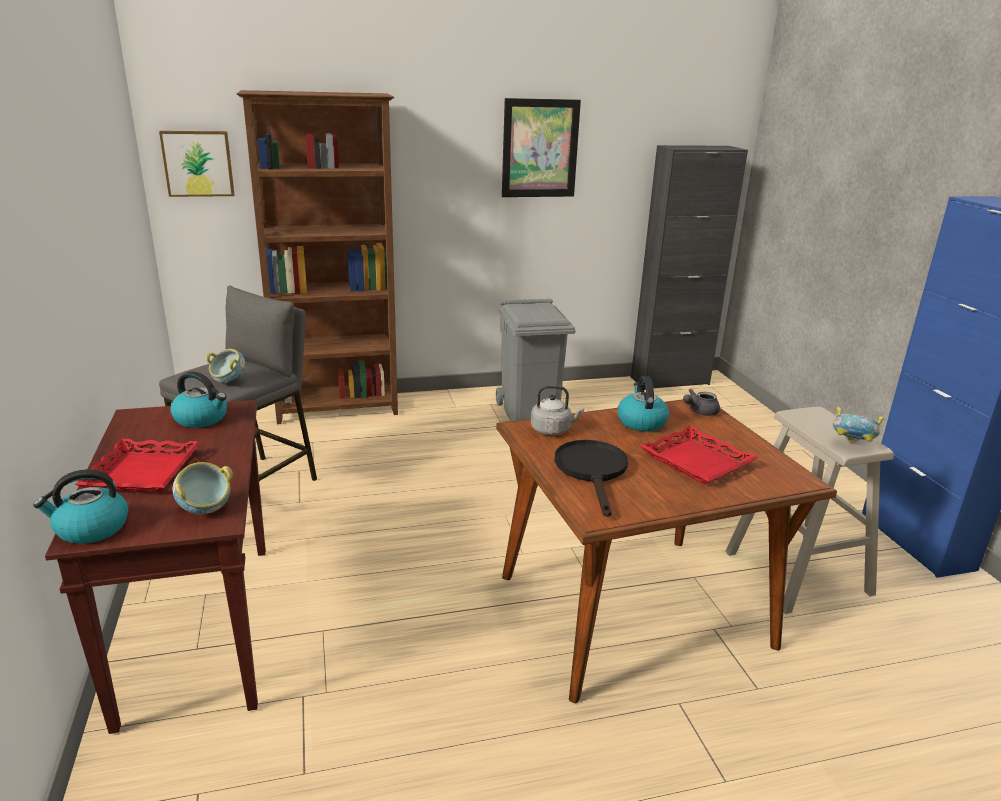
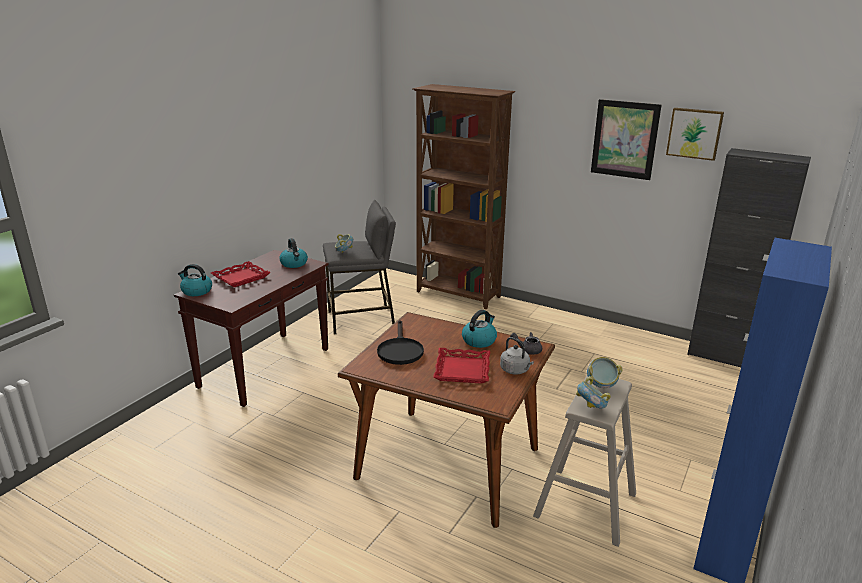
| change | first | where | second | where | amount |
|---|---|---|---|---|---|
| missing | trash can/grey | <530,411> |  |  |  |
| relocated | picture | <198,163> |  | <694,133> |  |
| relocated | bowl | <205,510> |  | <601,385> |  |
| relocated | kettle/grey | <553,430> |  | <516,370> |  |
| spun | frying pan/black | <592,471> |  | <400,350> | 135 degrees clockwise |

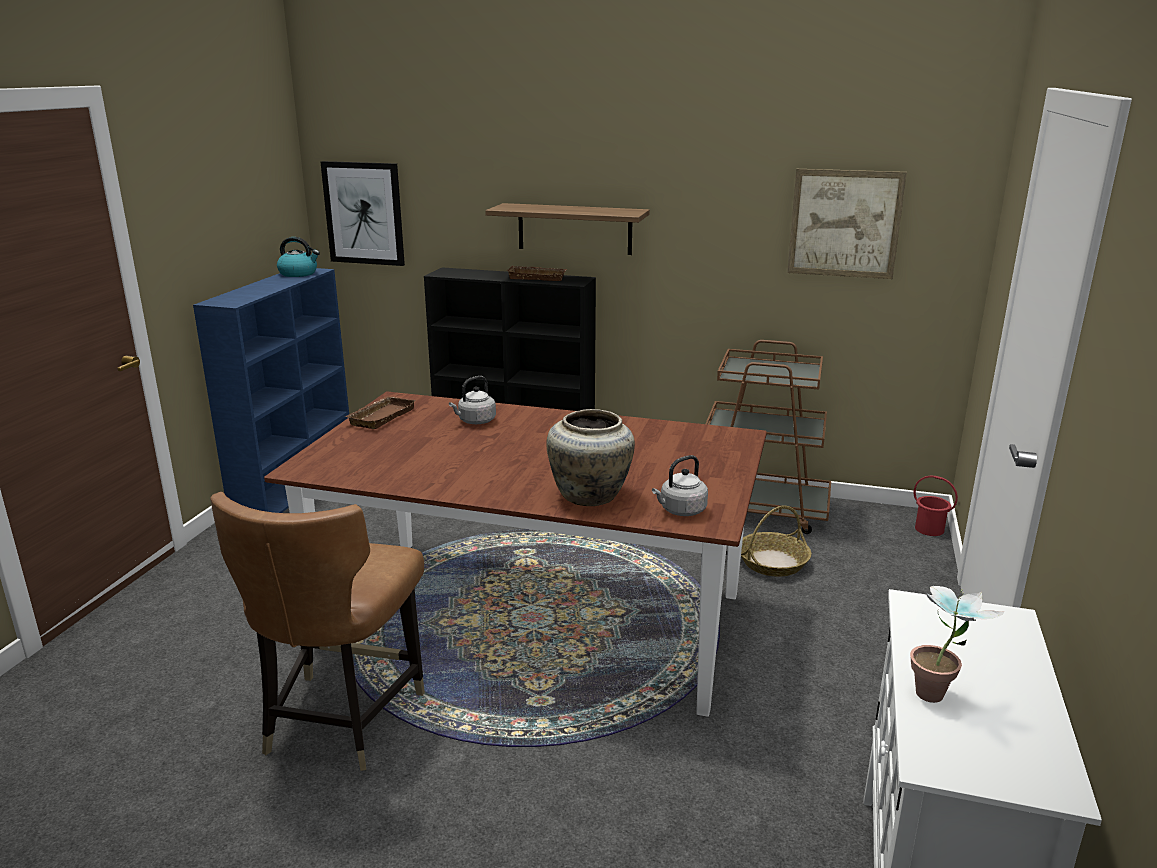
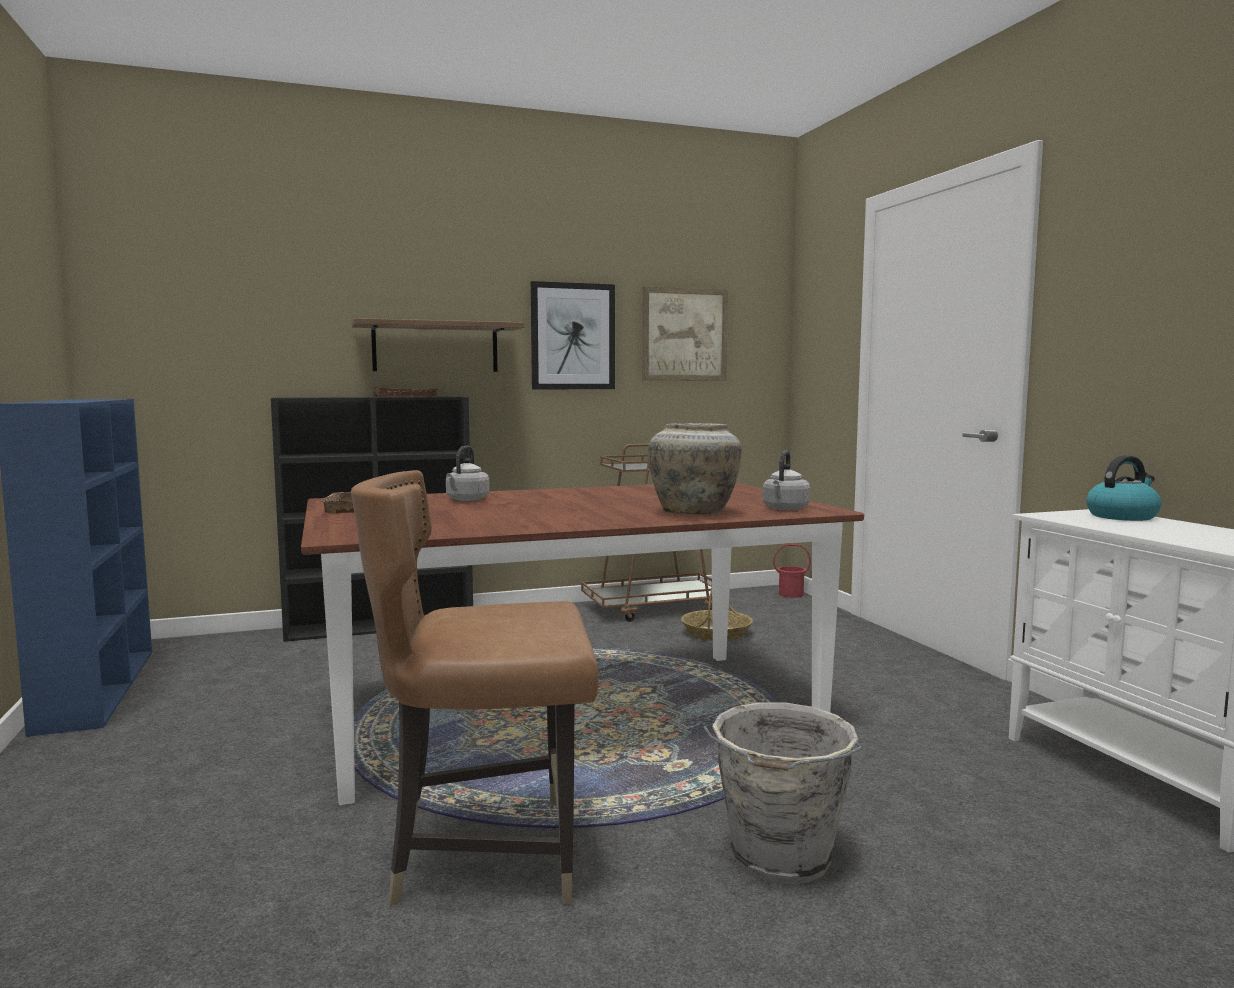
| change | first | where | second | where | amount |
|---|---|---|---|---|---|
| missing | potted plant | <940,694> |  |  |  |
| appeared |  |  | bucket/grey | <779,859> |  |
| relocated | kettle | <299,273> |  | <1122,516> |  |
| relocated | picture | <364,213> |  | <572,336> |  |
| spun | chair/brown | <341,720> |  | <485,853> | 105 degrees clockwise |

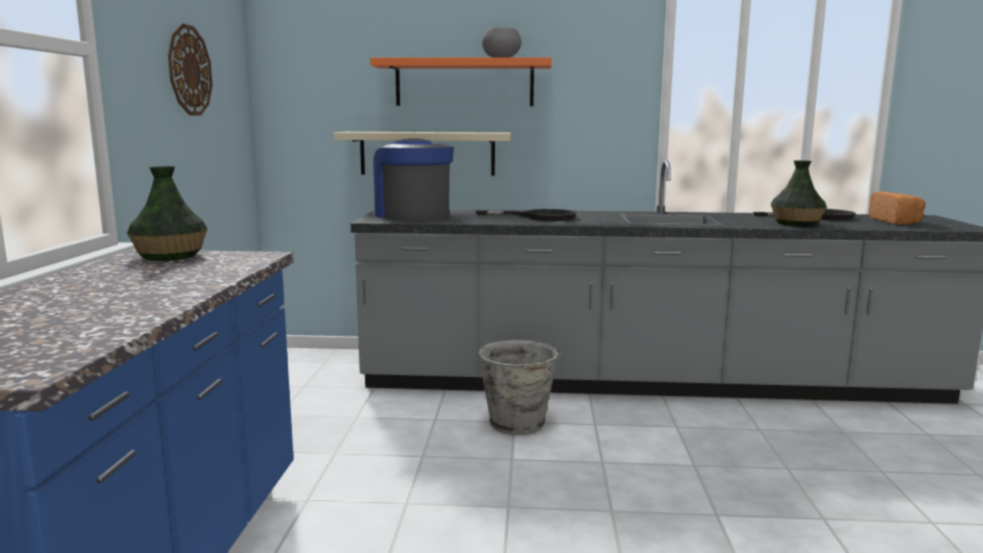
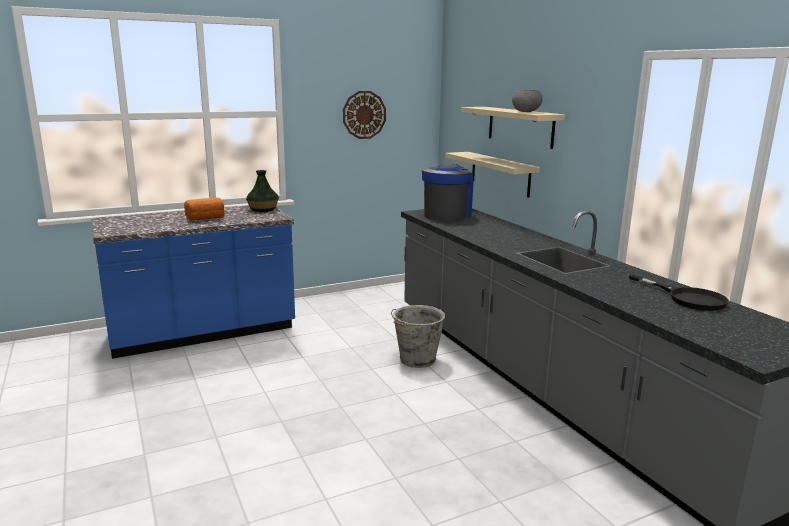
| change | first | where | second | where | amount |
|---|---|---|---|---|---|
| missing | frying pan/black | <540,217> |  |  |  |
| missing | vase | <795,224> |  |  |  |
| relocated | bread | <896,221> |  | <206,219> |  |
| colour | shelf/orange | <464,83> | shelf/beige | <520,126> |  |

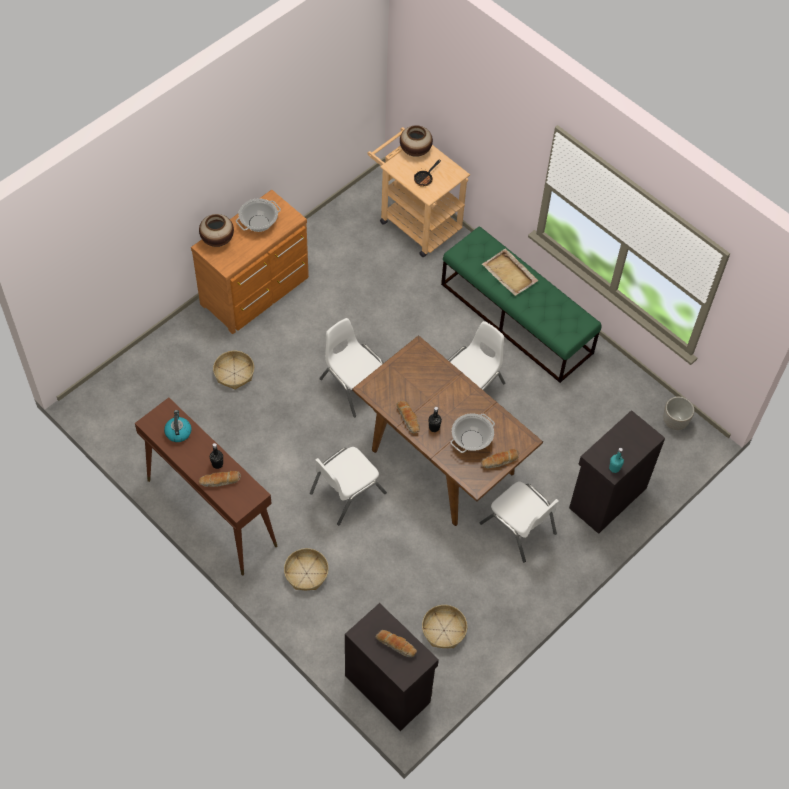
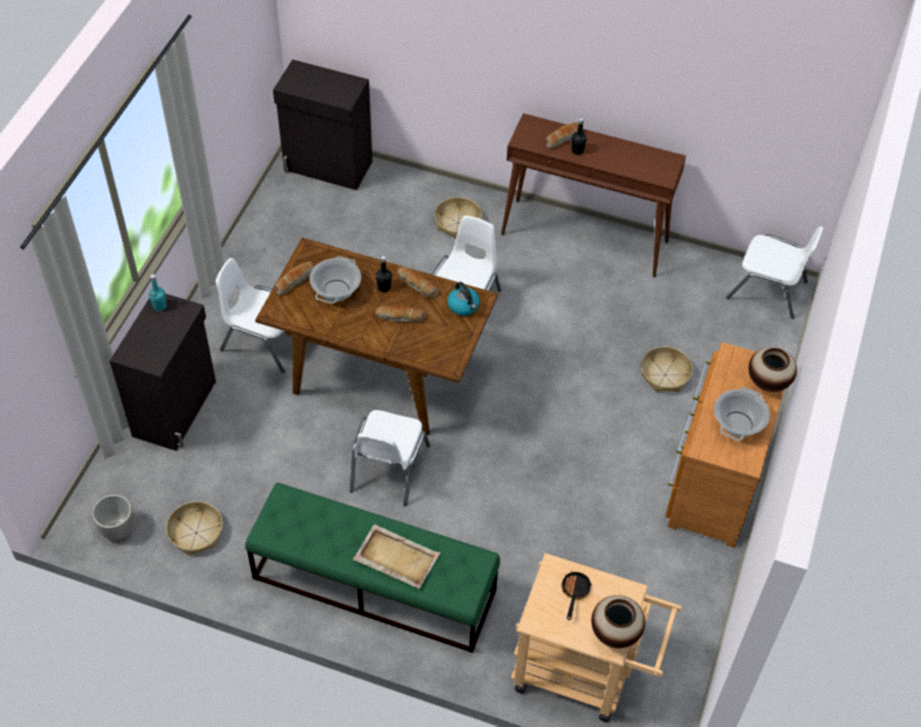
| change | first | where | second | where | amount |
|---|---|---|---|---|---|
| relocated | kettle | <178,432> |  | <464,306> |  |
| relocated | chair/white | <354,385> |  | <767,290> |  |
| relocated | bread | <396,645> |  | <400,317> |  |
| relocated | basket | <443,630> |  | <196,533> |  |

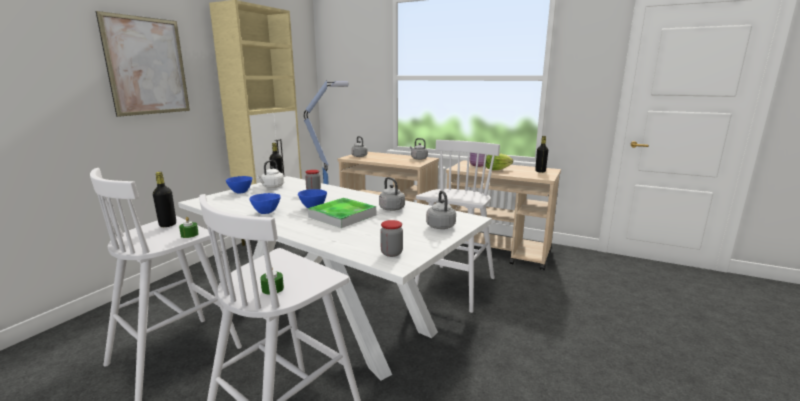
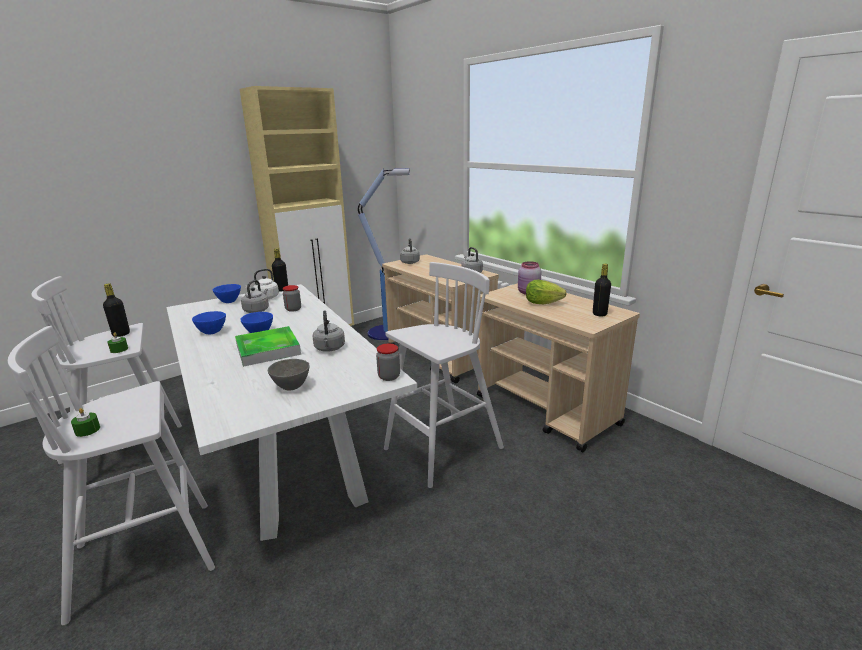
| change | first | where | second | where | amount |
|---|---|---|---|---|---|
| missing | picture | <147,66> |  |  |  |
| appeared |  |  | bowl/grey | <291,387> |  |
| relocated | jar | <391,253> |  | <389,377> |  |
| relocated | kettle/grey | <440,226> |  | <257,310> |  |

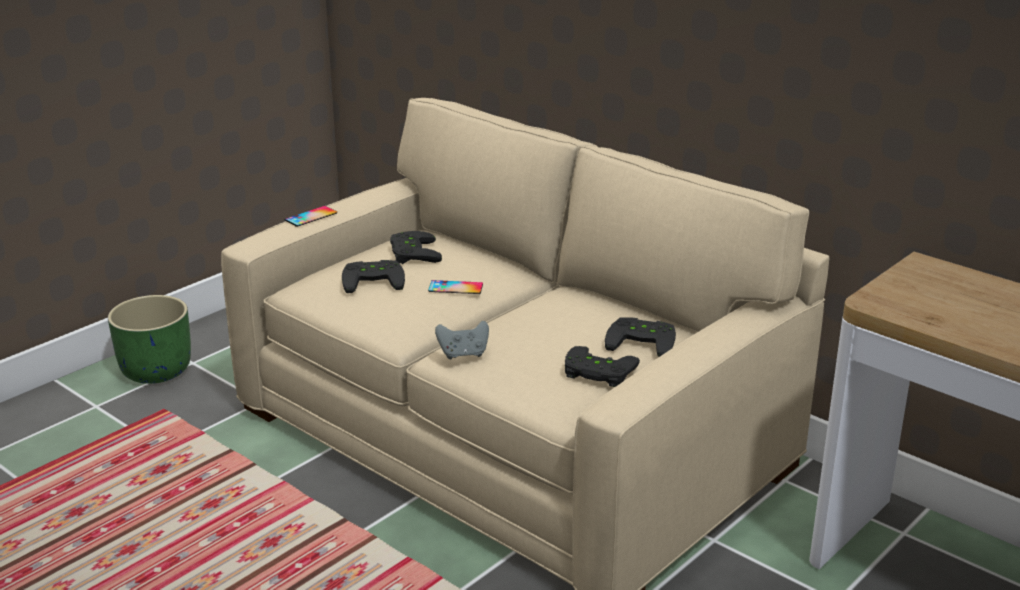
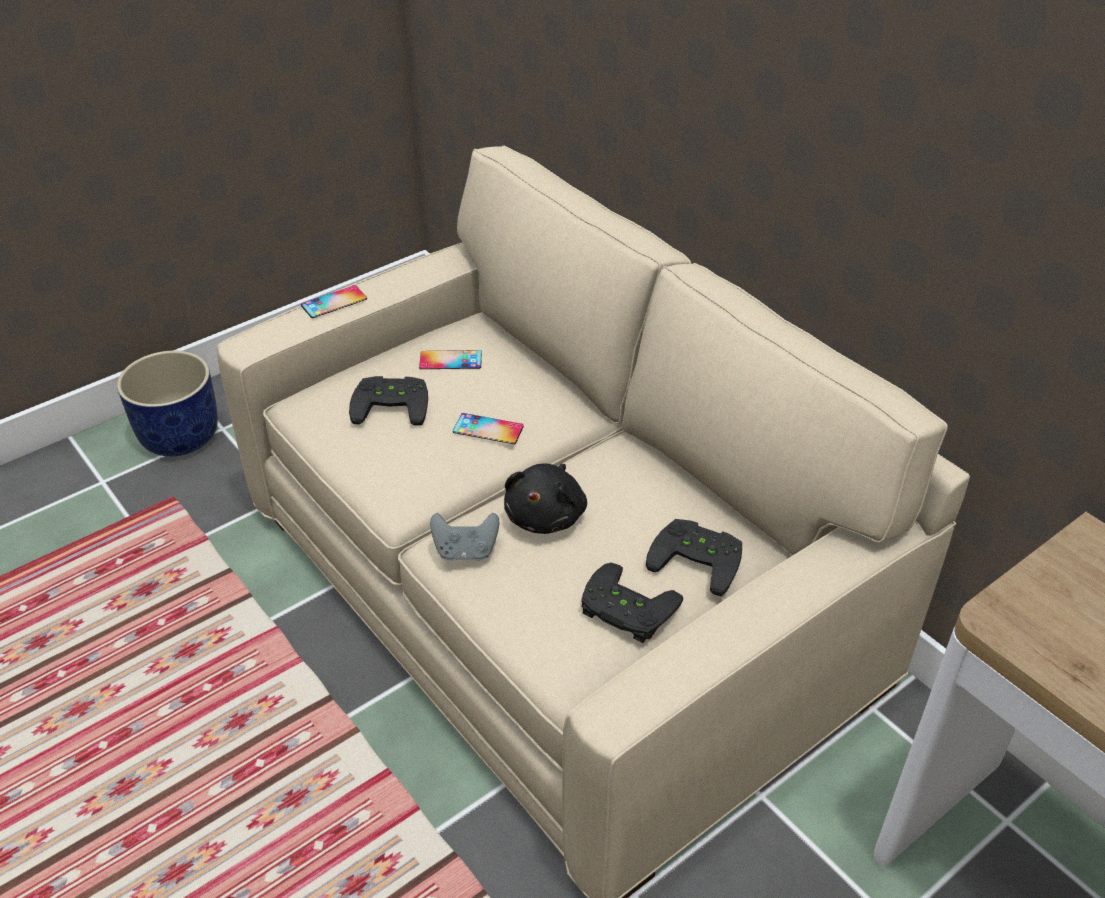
| change | first | where | second | where | amount |
|---|---|---|---|---|---|
| appeared |  |  | plush toy/black | <547,515> |  |
| exchanged | game controller/black | <411,253> | phone | <450,360> |  |
| colour | planter/green | <155,371> | planter/blue | <178,437> |  |

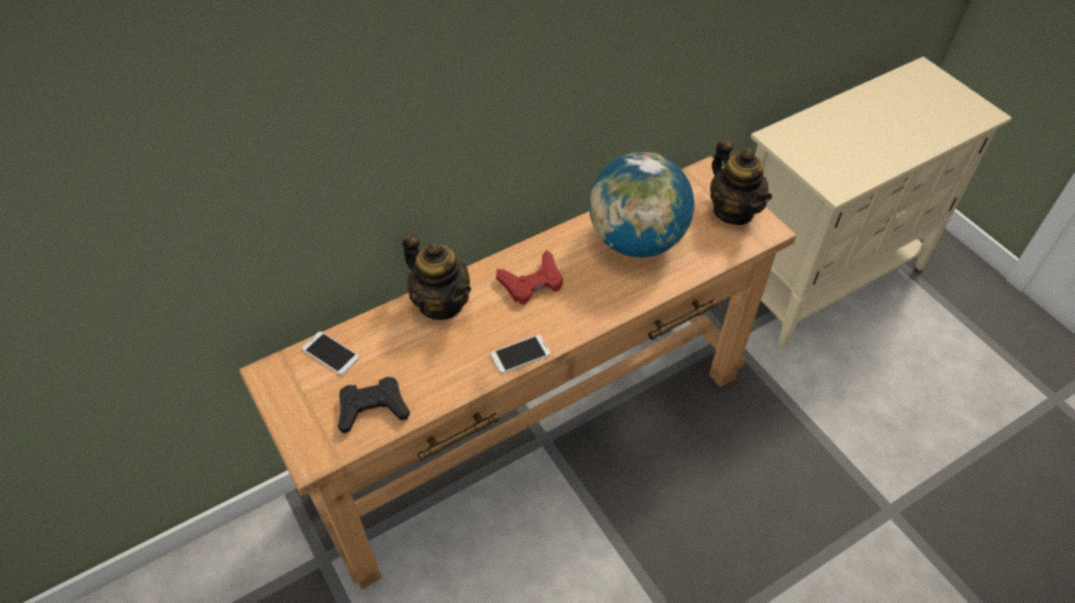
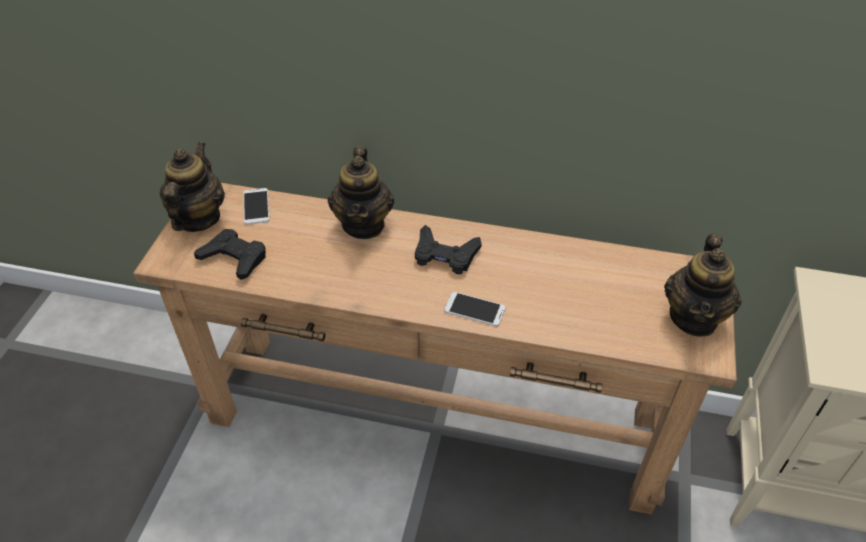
| change | first | where | second | where | amount |
|---|---|---|---|---|---|
| missing | globe | <636,241> |  |  |  |
| appeared |  |  | teapot | <198,219> |  |
| relocated | phone | <520,354> |  | <474,309> |  |
| colour | game controller/red | <532,283> | game controller/black | <445,255> |  |

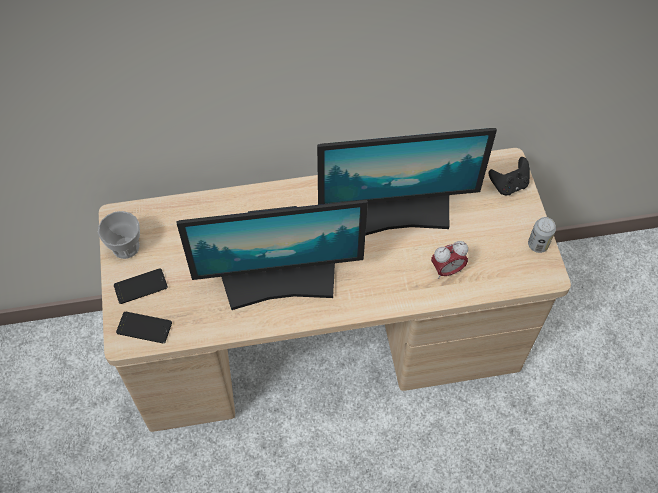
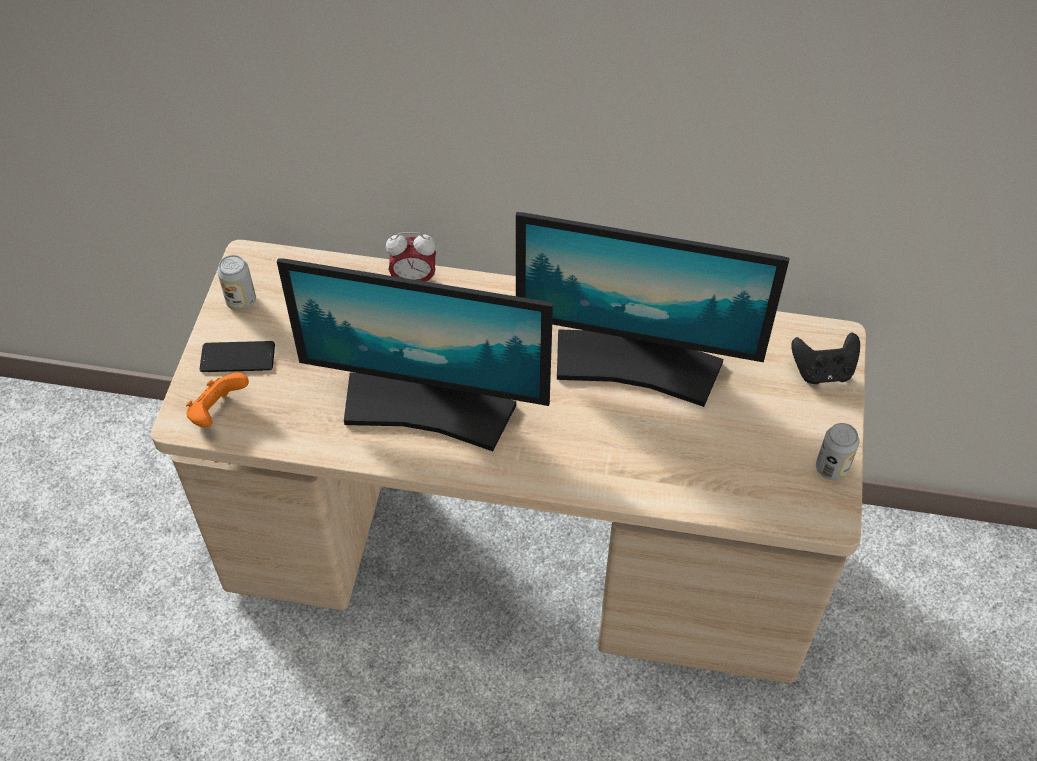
| change | first | where | second | where | amount |
|---|---|---|---|---|---|
| relocated | alarm clock | <447,270> |  | <414,280> |  |
| exchanged | cup | <125,247> | can | <241,301> |  |
| exchanged | phone | <144,327> | game controller/orange | <218,412> |  |

